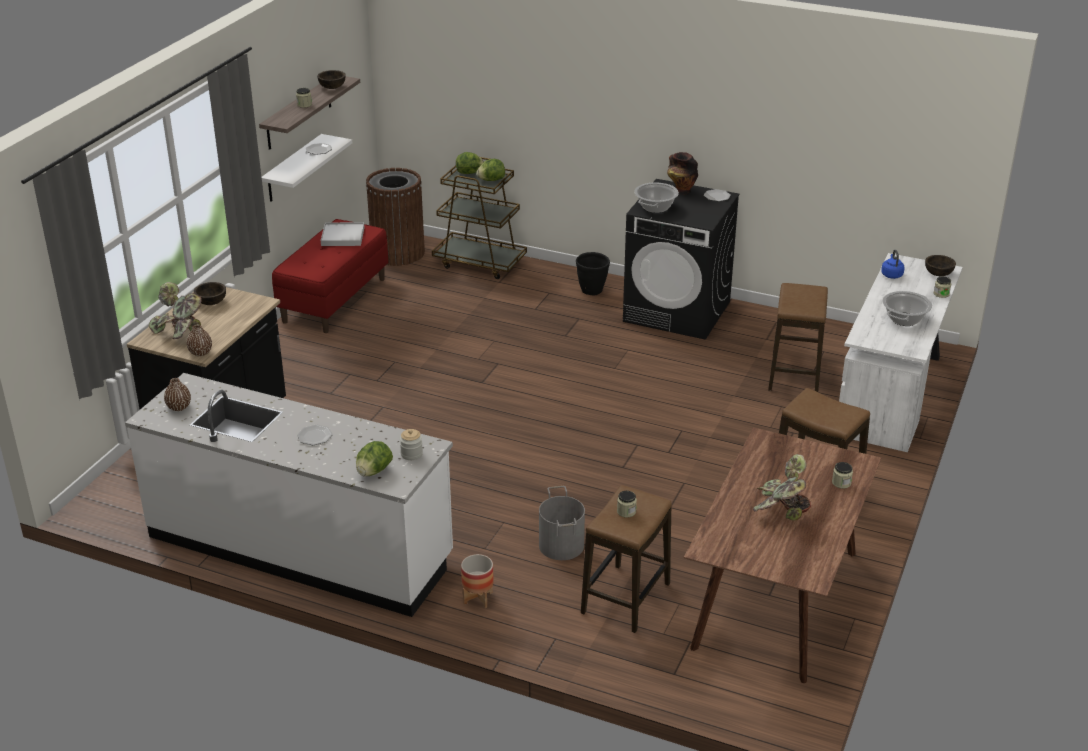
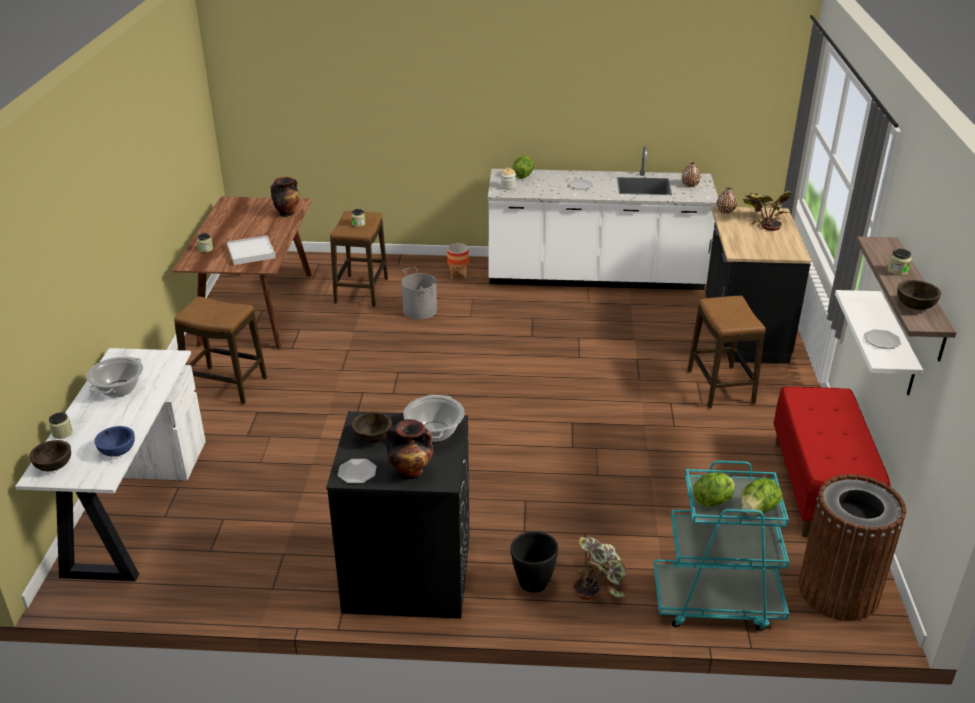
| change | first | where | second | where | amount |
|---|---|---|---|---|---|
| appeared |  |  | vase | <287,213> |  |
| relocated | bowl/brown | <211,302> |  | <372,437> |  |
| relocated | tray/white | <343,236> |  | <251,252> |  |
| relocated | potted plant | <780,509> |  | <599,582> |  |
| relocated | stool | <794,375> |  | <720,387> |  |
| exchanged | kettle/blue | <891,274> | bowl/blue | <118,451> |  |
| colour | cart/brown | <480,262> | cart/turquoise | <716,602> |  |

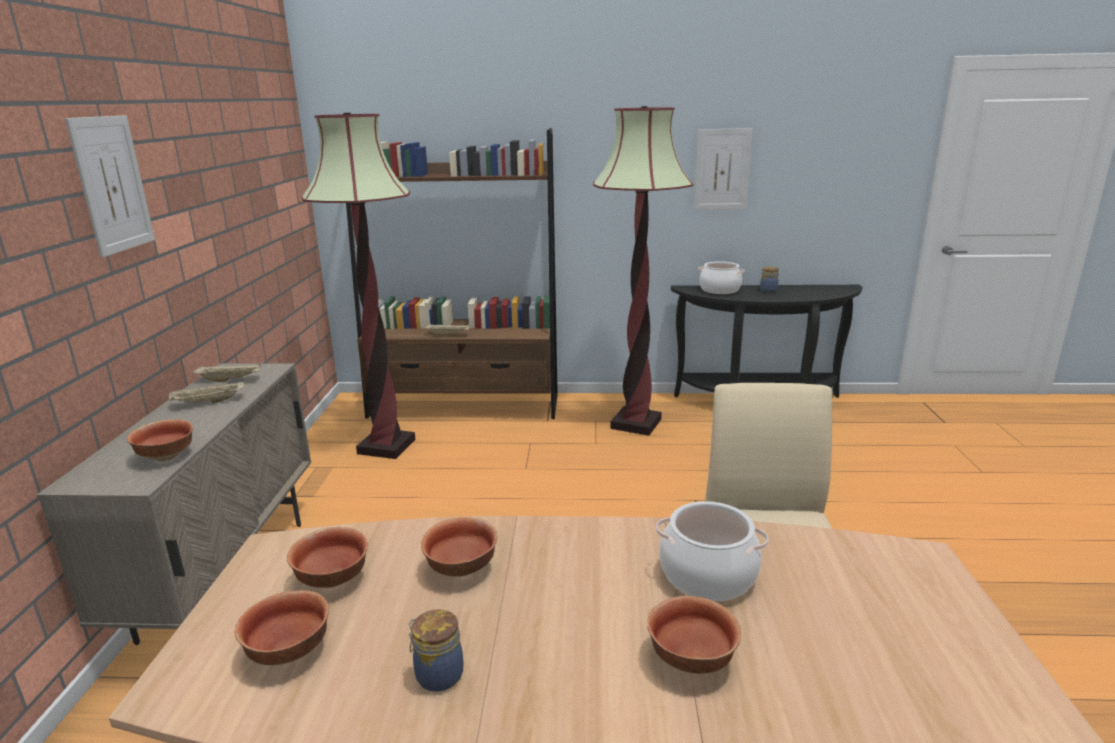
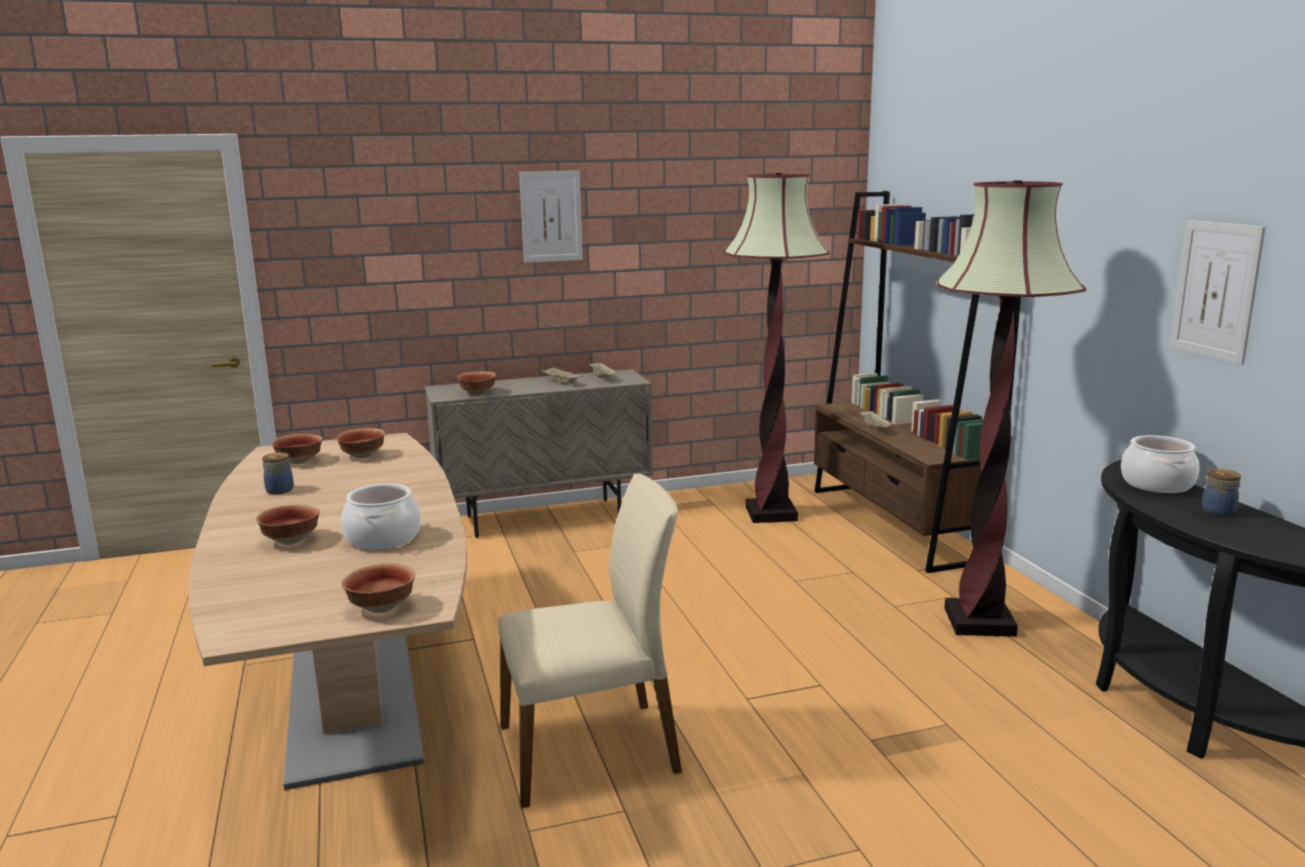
| change | first | where | second | where | amount |
|---|---|---|---|---|---|
| relocated | bowl | <462,569> |  | <381,608> |  |

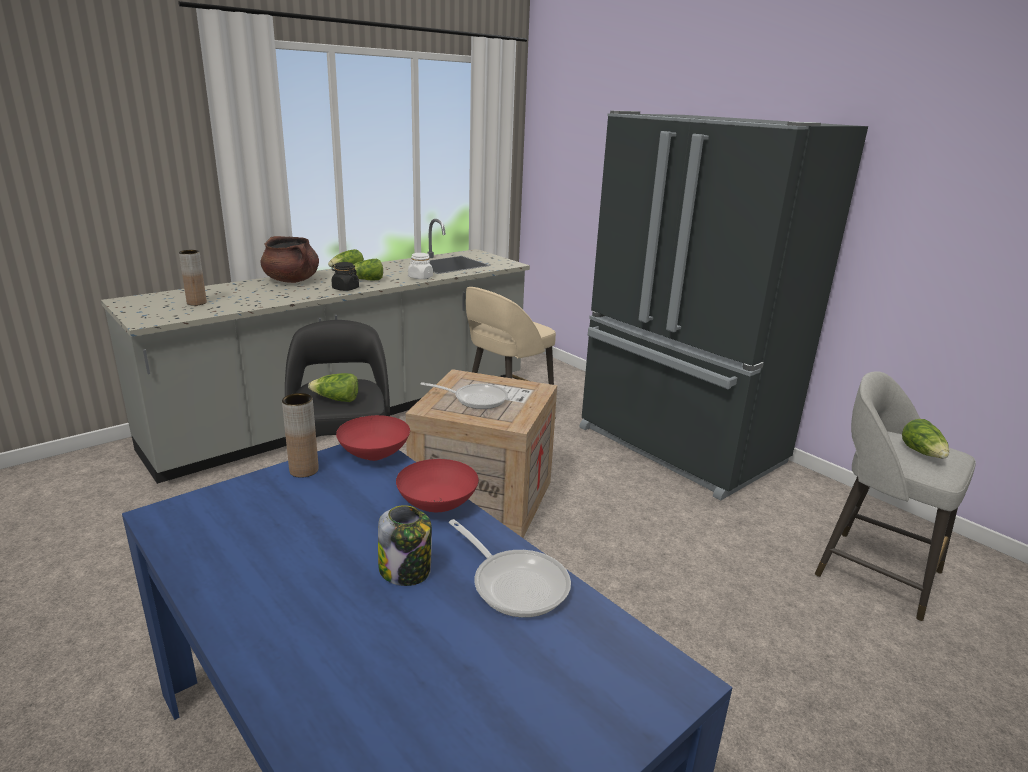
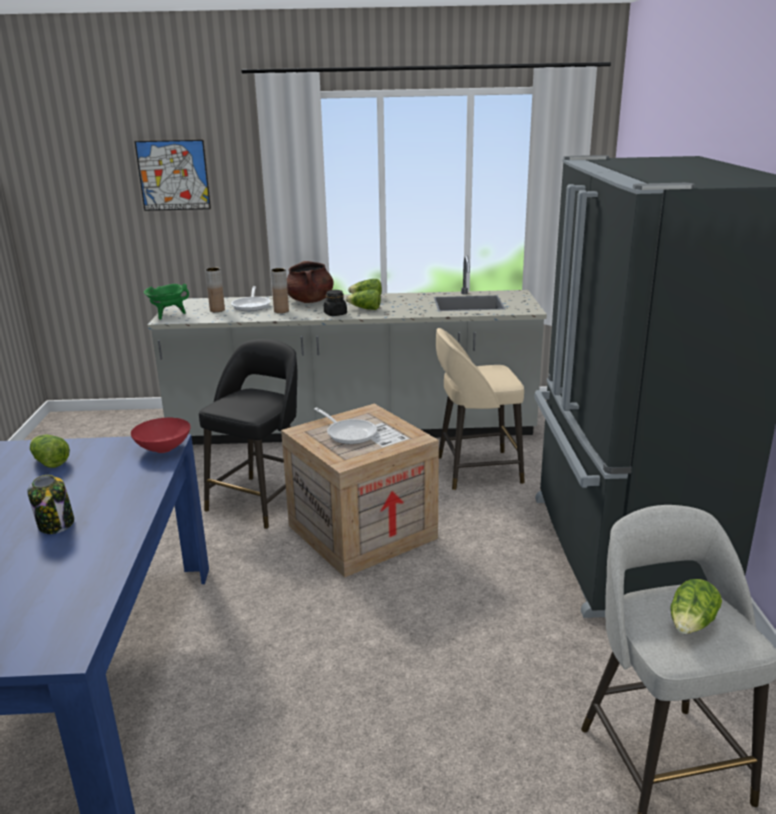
| change | first | where | second | where | amount |
|---|---|---|---|---|---|
| missing | bowl/red | <436,504> |  |  |  |
| missing | jar/white | <420,277> |  |  |  |
| appeared |  |  | picture | <173,175> |  |
| appeared |  |  | cooking pot/green | <168,315> |  |
| relocated | vase/brown | <304,470> |  | <281,311> |  |
| relocated | lettuce | <336,400> |  | <50,462> |  |
| relocated | frying pan | <515,583> |  | <252,305> |  |

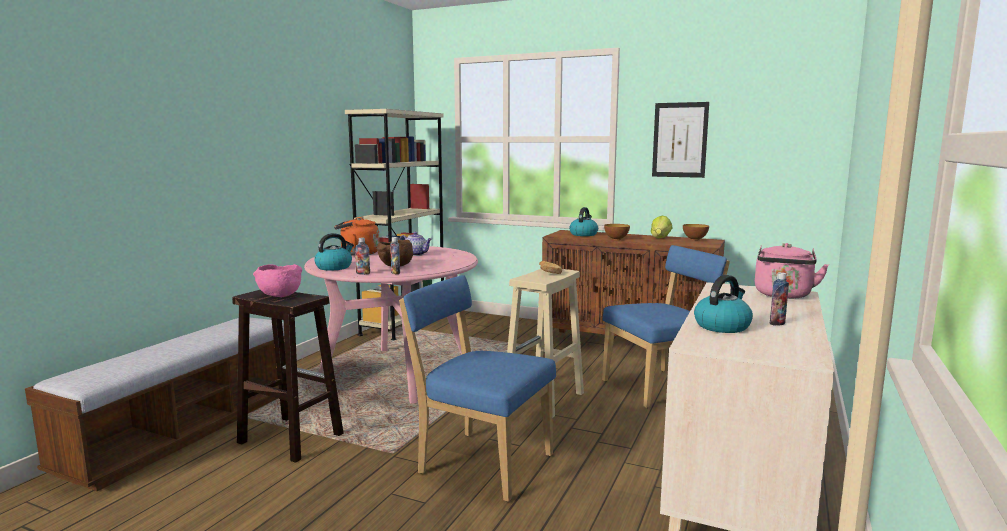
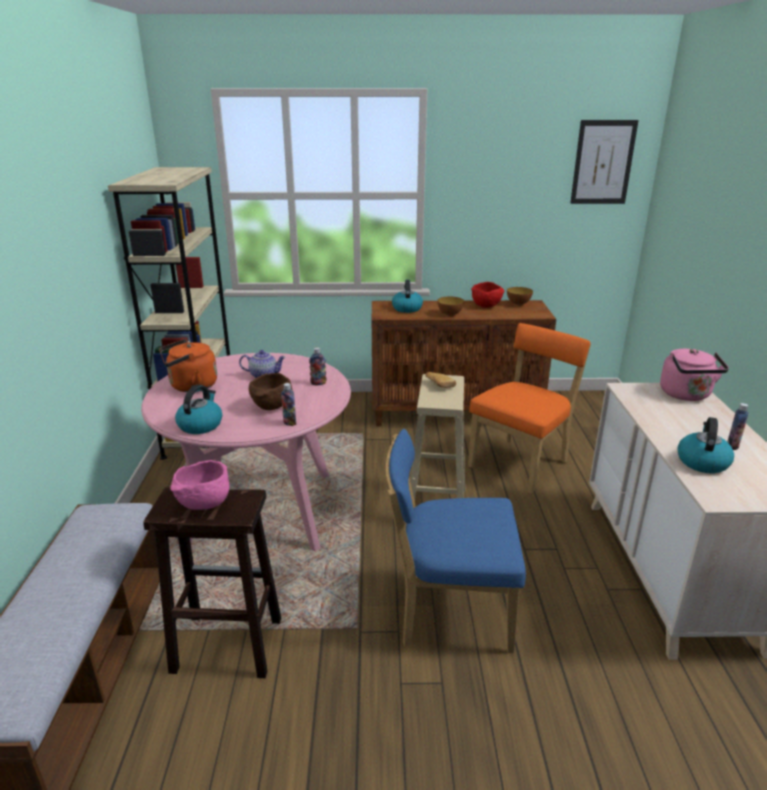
| change | first | where | second | where | amount |
|---|---|---|---|---|---|
| relocated | bottle | <363,273> |  | <318,383> |  |
| relocated | picture | <680,140> |  | <603,162> |  |
| exchanged | lettuce | <660,238> | bowl/red | <486,306> |  |
| colour | chair/blue | <660,387> | chair/orange | <521,463> |  |

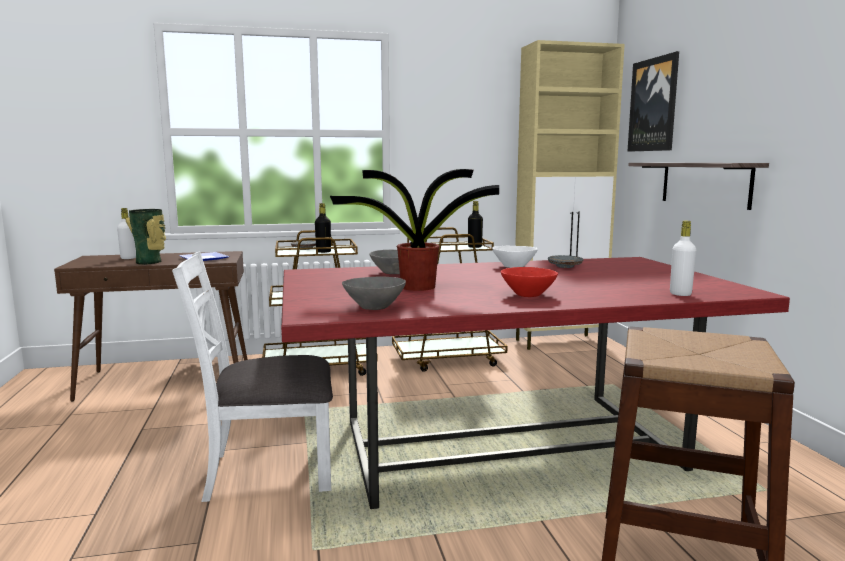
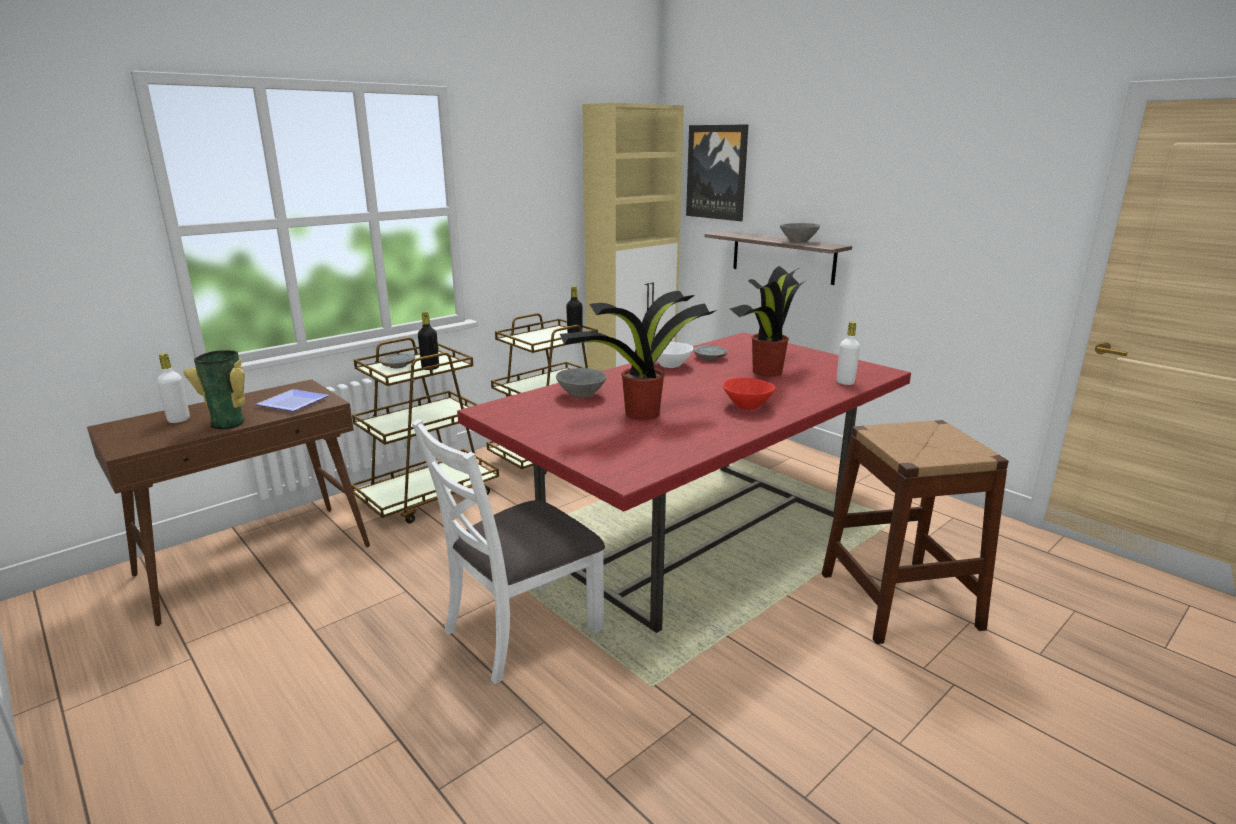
| change | first | where | second | where | amount |
|---|---|---|---|---|---|
| appeared |  |  | potted plant | <766,372> |  |
| relocated | bowl/grey | <374,307> |  | <798,241> |  |

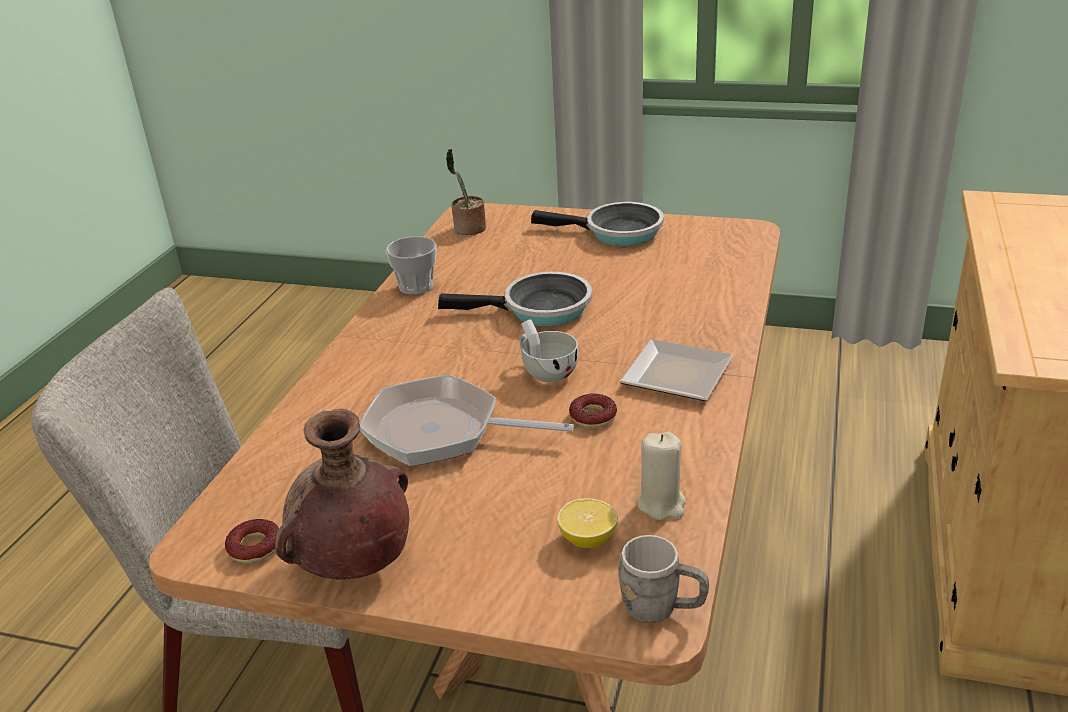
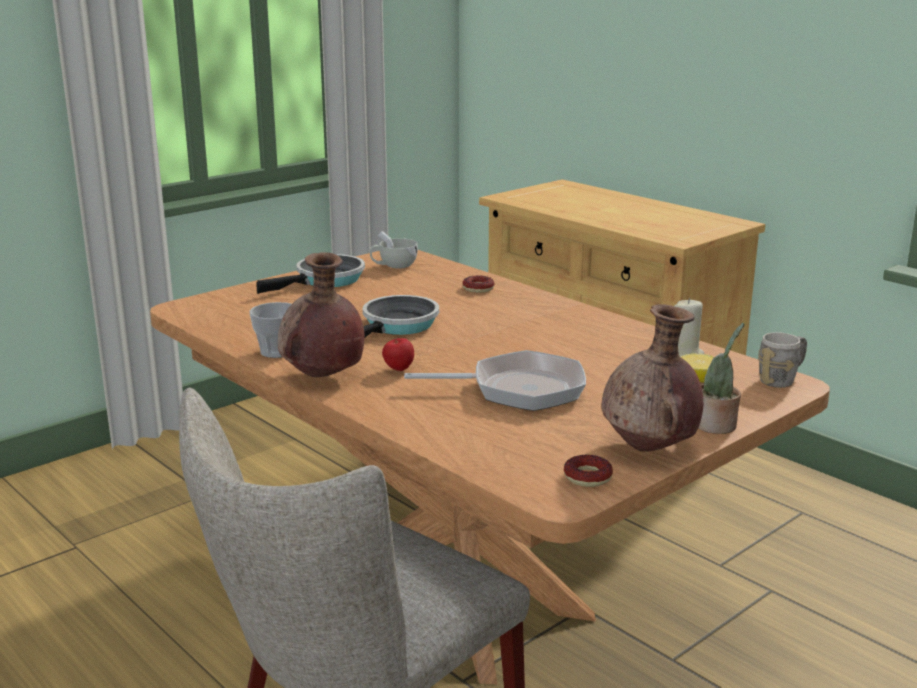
| change | first | where | second | where | amount |
|---|---|---|---|---|---|
| missing | plate | <679,377> |  |  |  |
| appeared |  |  | vase/brown | <322,377> |  |
| appeared |  |  | apple | <398,370> |  |
| relocated | potted plant | <468,229> |  | <717,426> |  |
| relocated | cup/white | <546,371> |  | <394,266> |  |
| relocated | donut | <593,416> |  | <478,288> |  |
| spun | frying pan | <442,431> |  | <518,389> | 135 degrees counterclockwise |

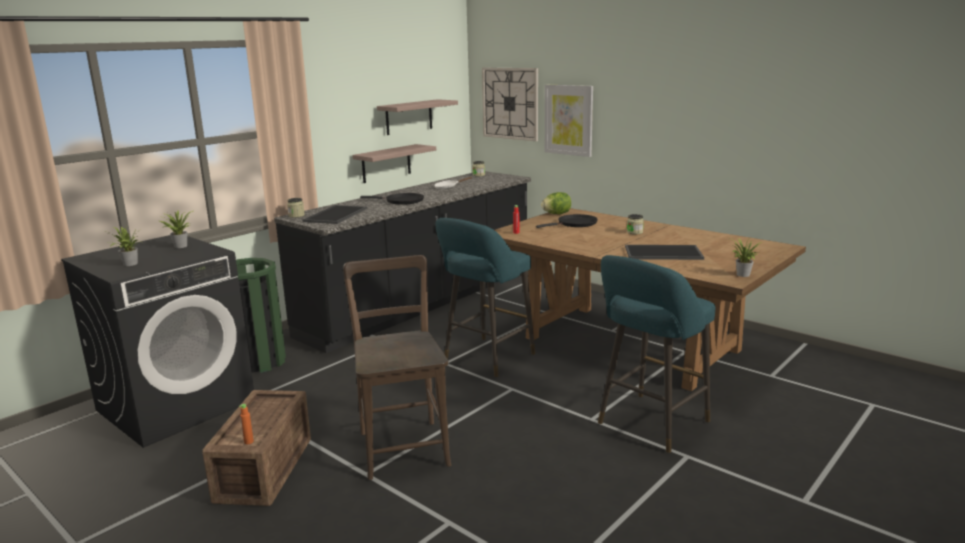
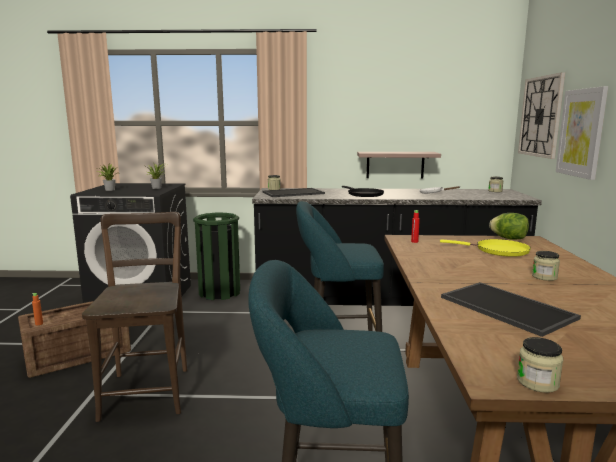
| change | first | where | second | where | amount |
|---|---|---|---|---|---|
| missing | shelf | <409,117> |  |  |  |
| exchanged | potted plant | <742,275> | jar | <537,382> |  |
| colour | frying pan/black | <575,224> | frying pan/yellow | <498,251> |  |
| spun | chair/brown | <403,445> |  | <147,389> | 45 degrees counterclockwise |

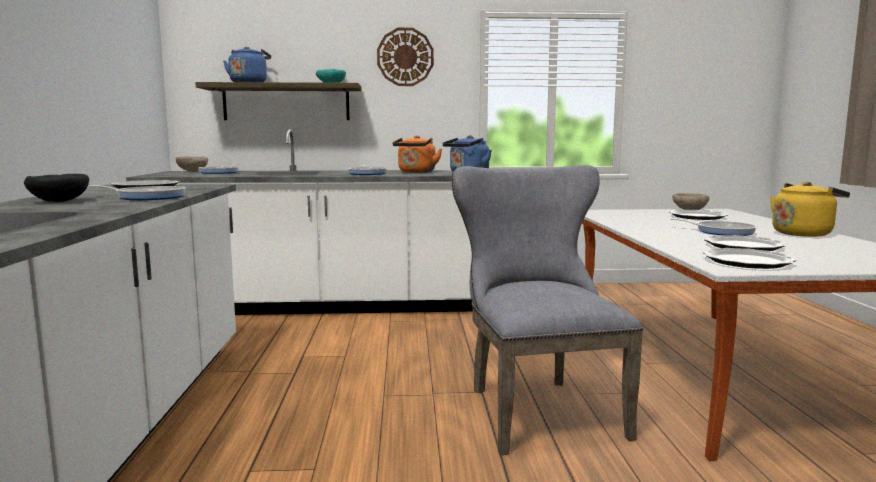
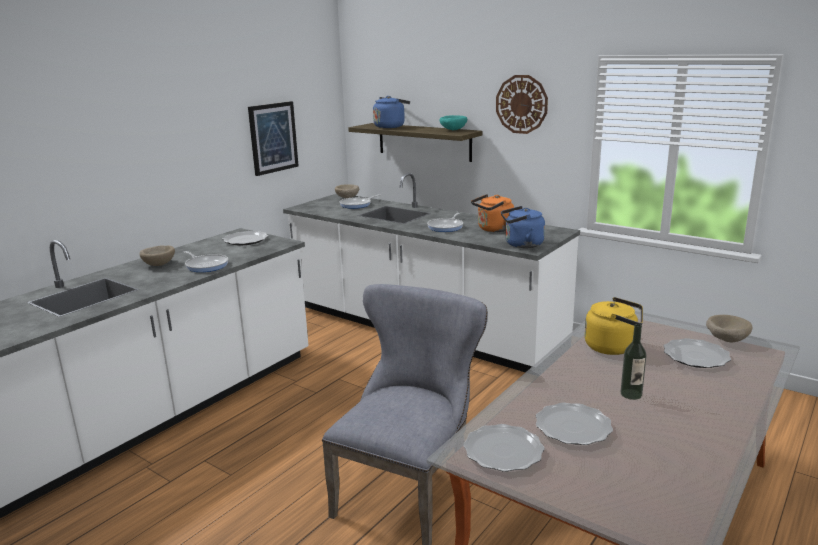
| change | first | where | second | where | amount |
|---|---|---|---|---|---|
| appeared |  |  | picture | <273,137> |  |
| relocated | kettle/yellow | <803,233> |  | <613,347> |  |
| exchanged | frying pan | <721,232> | bottle | <631,394> |  |
| colour | bowl/black | <59,201> | bowl/beige | <159,264> |  |

